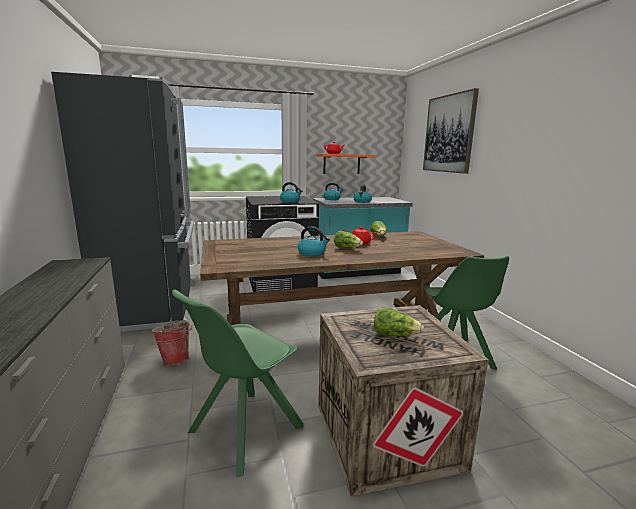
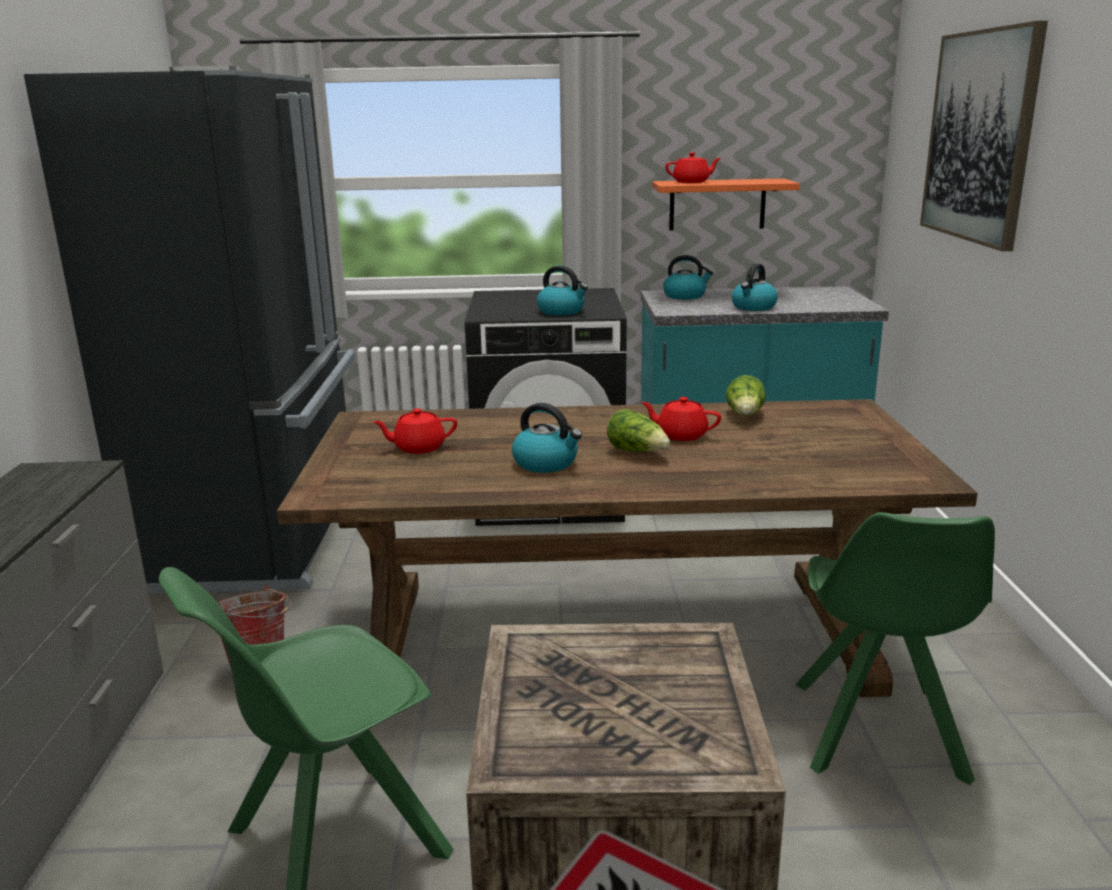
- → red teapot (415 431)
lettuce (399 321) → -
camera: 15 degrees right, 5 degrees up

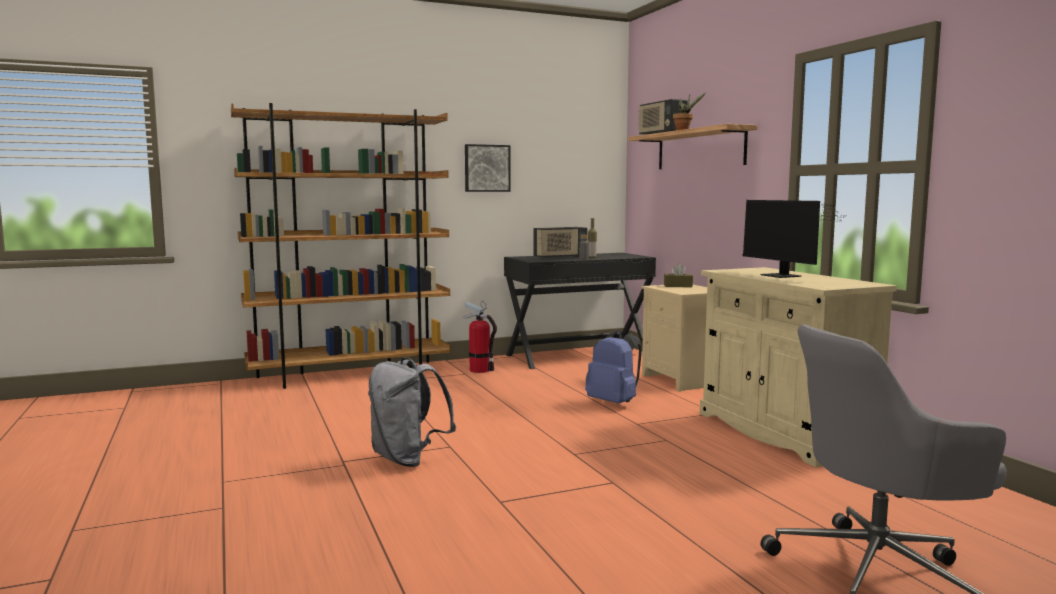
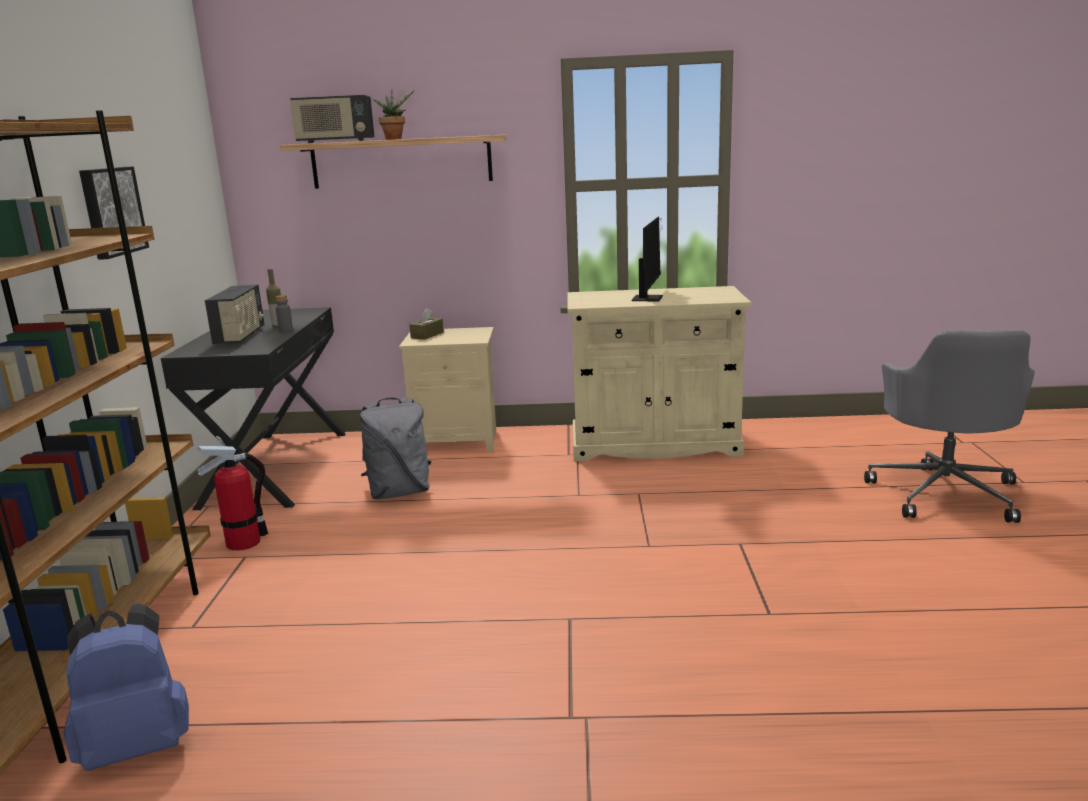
blue backpack (613 366) → blue backpack (126 687), relocated
grey backpack (412 412) → grey backpack (395 448), relocated
monitor (794 239) → monitor (647 258), 75 degrees counterclockwise
camera: 65 degrees left, 10 degrees up

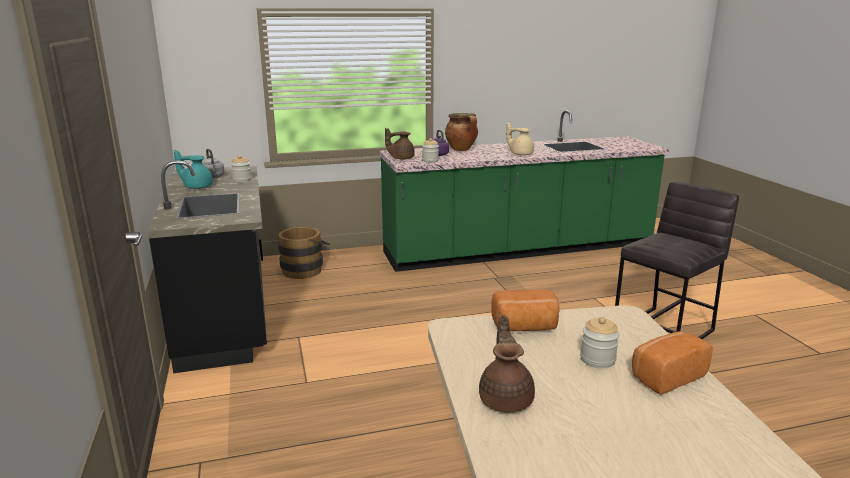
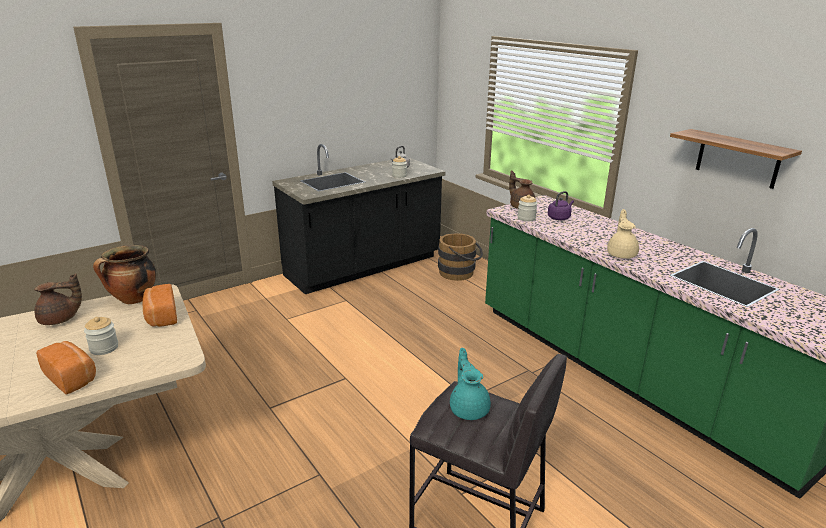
cooking pot (461 132) → cooking pot (124 274), relocated
turquoise teapot (193 169) → turquoise teapot (470 384), relocated
- → shelf (736 159)
camera: 70 degrees right, 5 degrees up

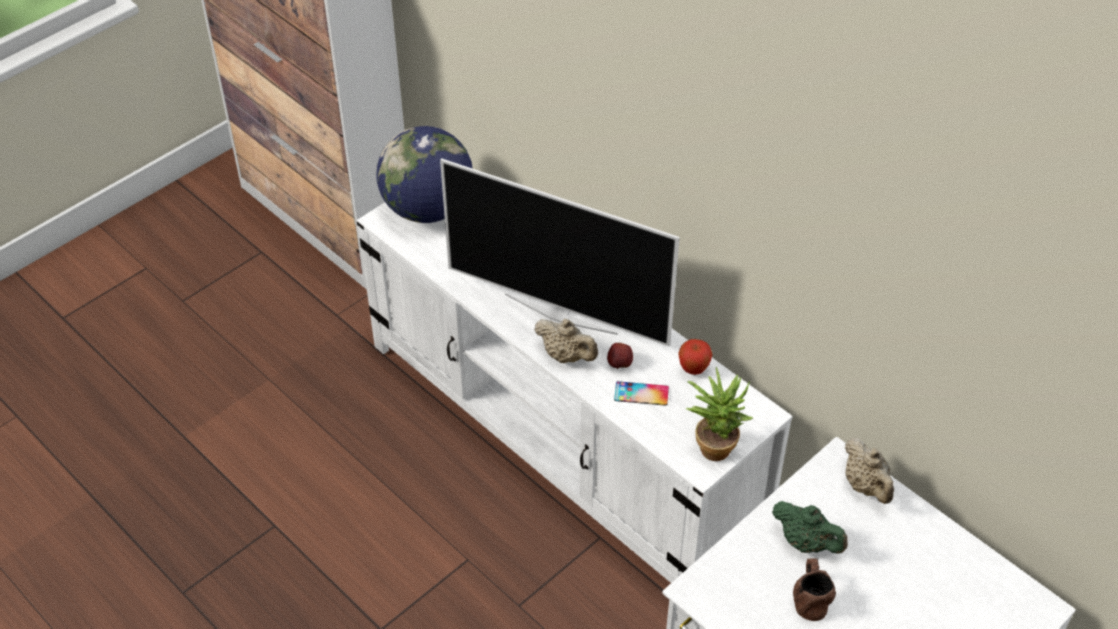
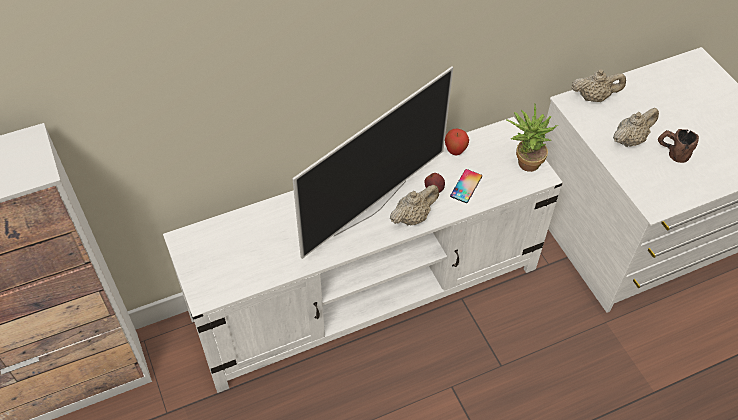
green teapot (810 527) → beige teapot (636 127)
globe (425 174) → -
camera: 70 degrees left, 5 degrees up

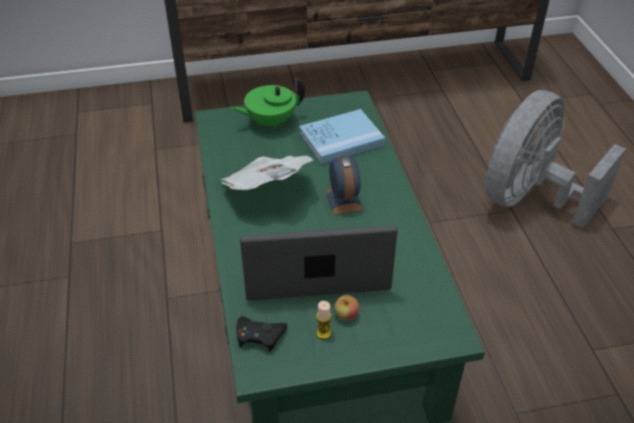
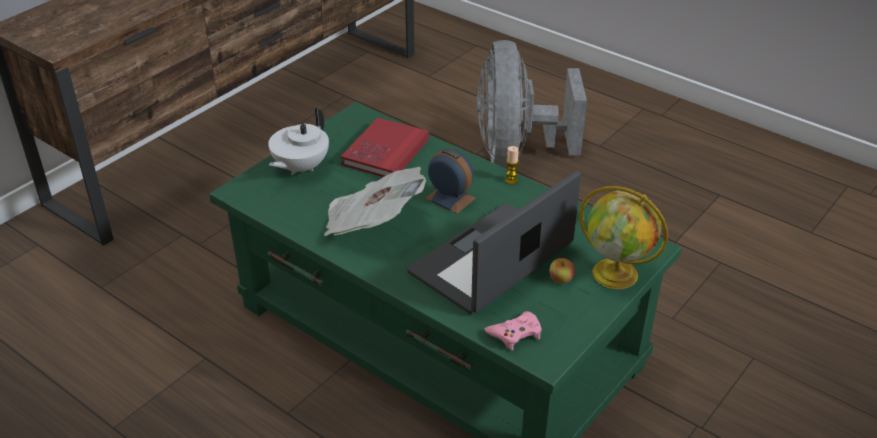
green teapot (268 103) → white teapot (298 142)
blue book (342 136) → red book (385 147)
black game controller (262 334) → pink game controller (513 331)
candle (324 320) → candle (512 165), relocated
- → globe (623 237)
camera: 40 degrees left, 5 degrees down

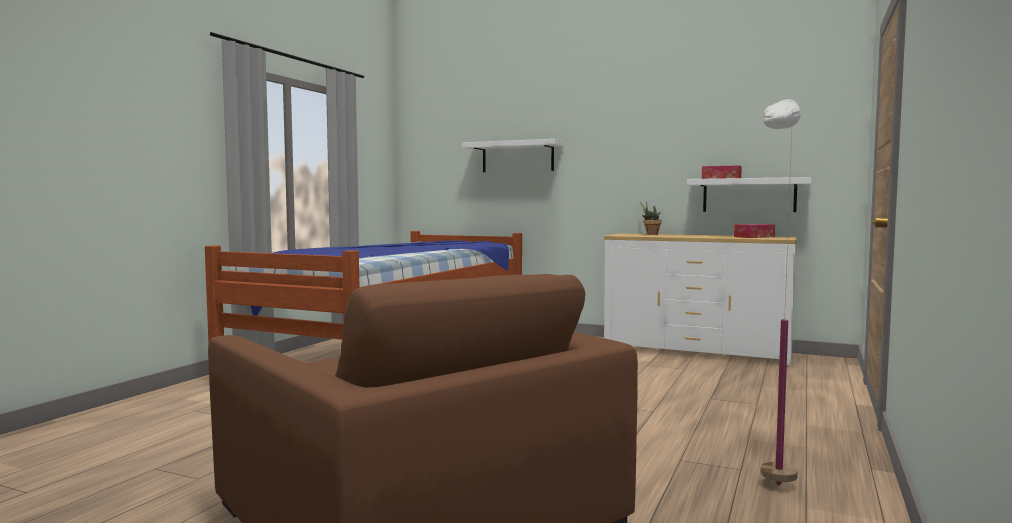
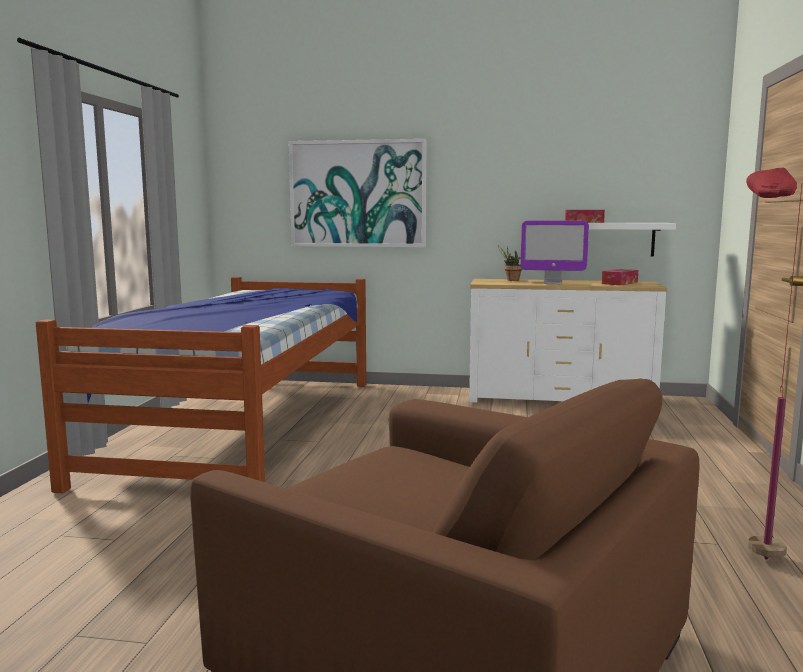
white shelf (513 155) → picture (357 193)
- → monitor (554 252)
white floor lamp (781 292) → red floor lamp (774 364)
camera: 15 degrees left, 5 degrees up

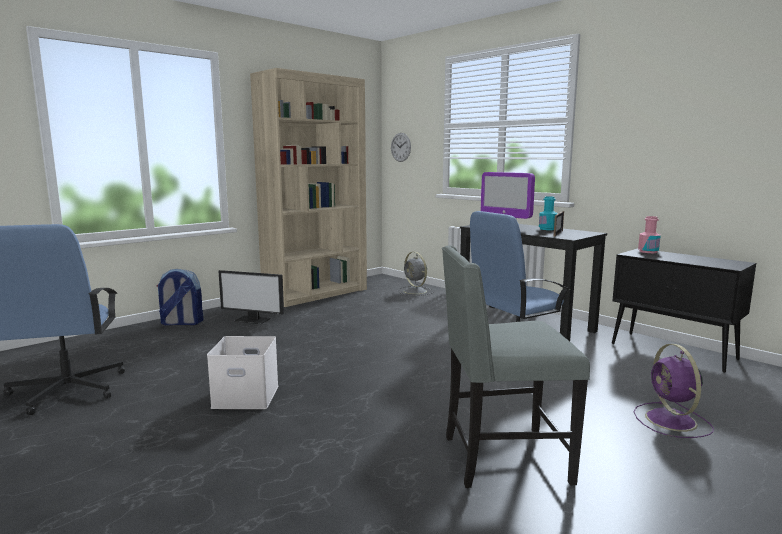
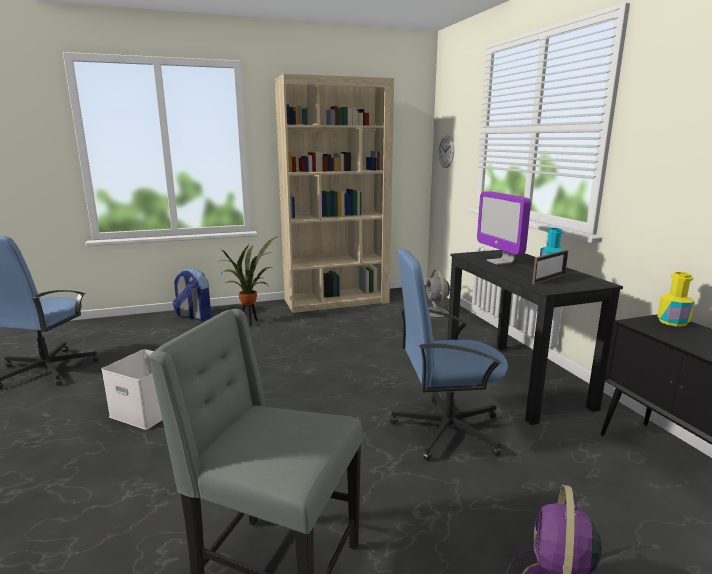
monitor (251 297) → potted plant (249 281)
pink bottle (649 234) → yellow bottle (676 299)
camera: 25 degrees right, 5 degrees up

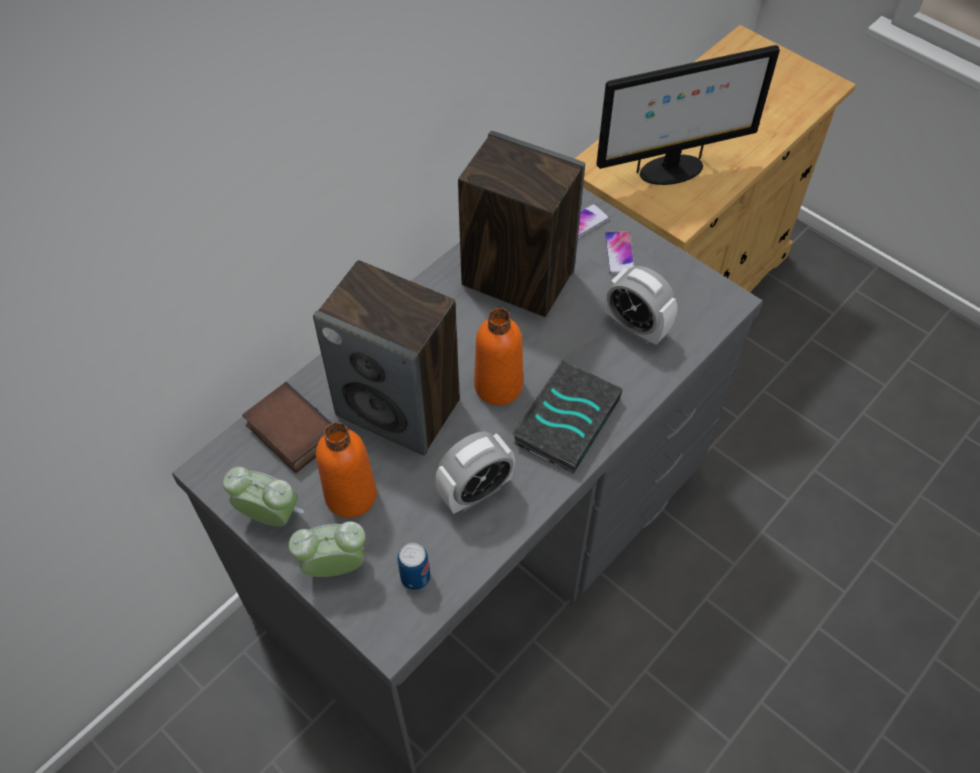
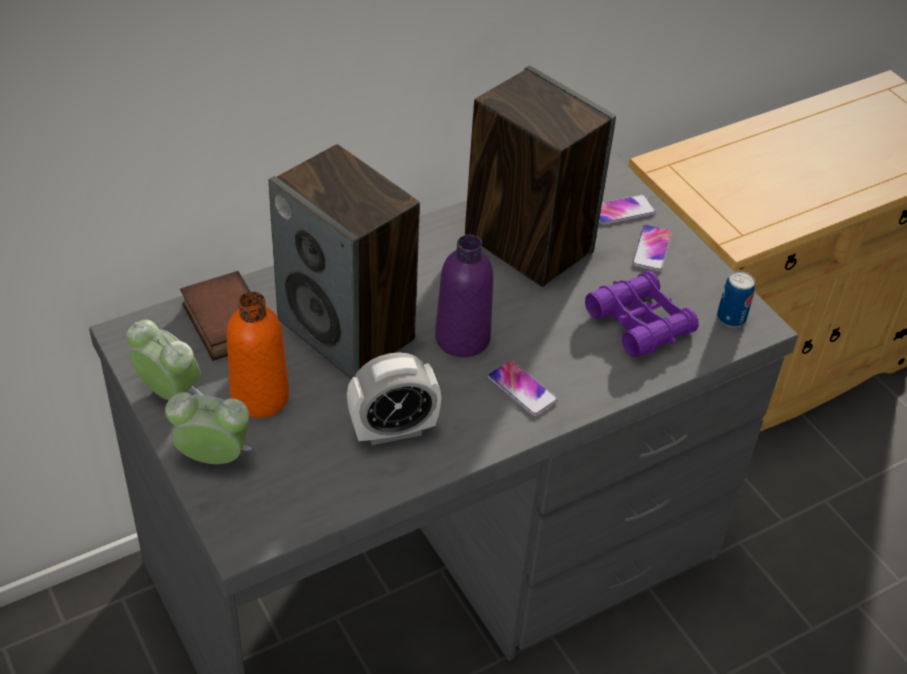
orange bottle (498 356) → purple bottle (464 296)
book (567 416) → phone (523 388)
alarm clock (641 305) → purple binoculars (641 314)
can (414 566) → can (736 299), relocated
monitor (688 115) → -
camera: 15 degrees right, 10 degrees down

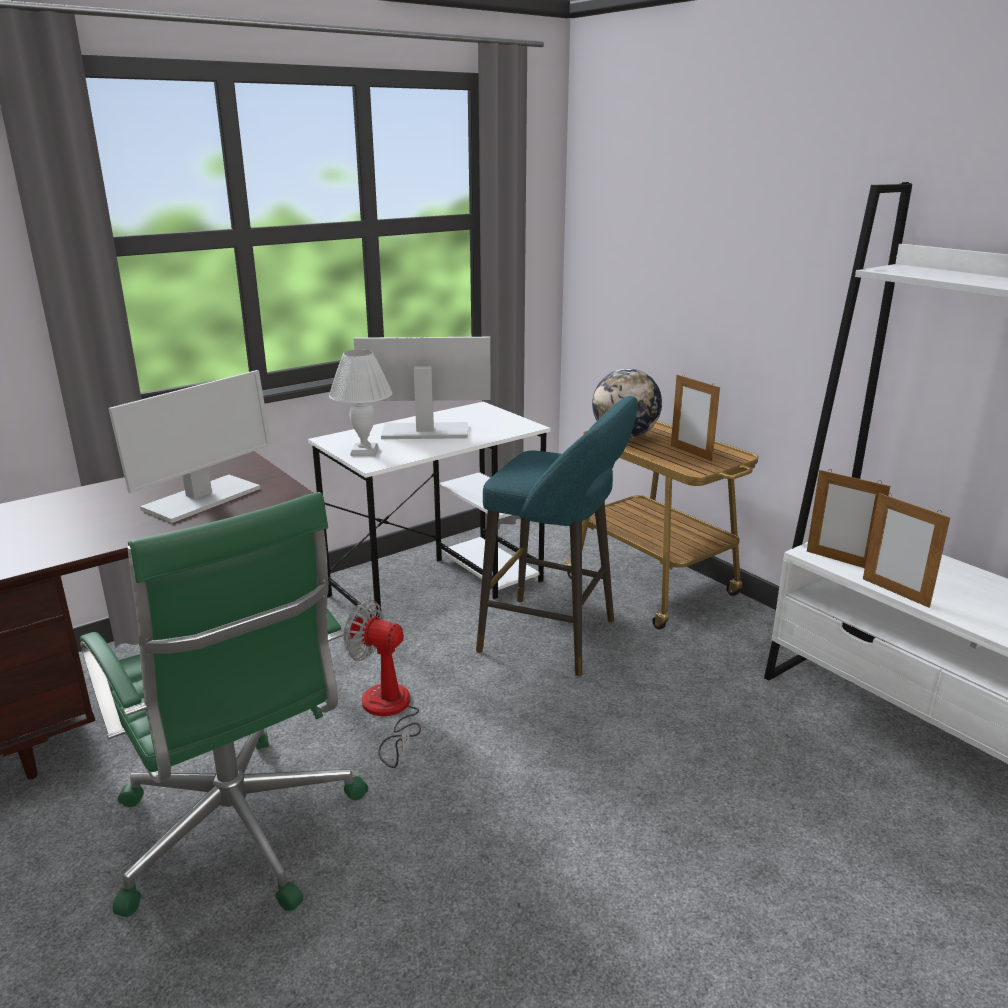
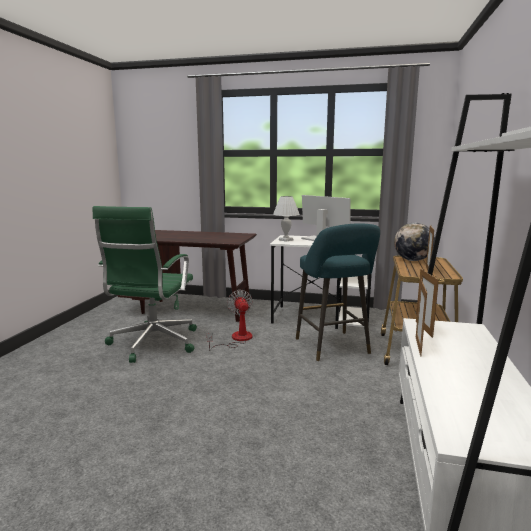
monitor (189 446) → -
camera: 50 degrees right, 10 degrees down

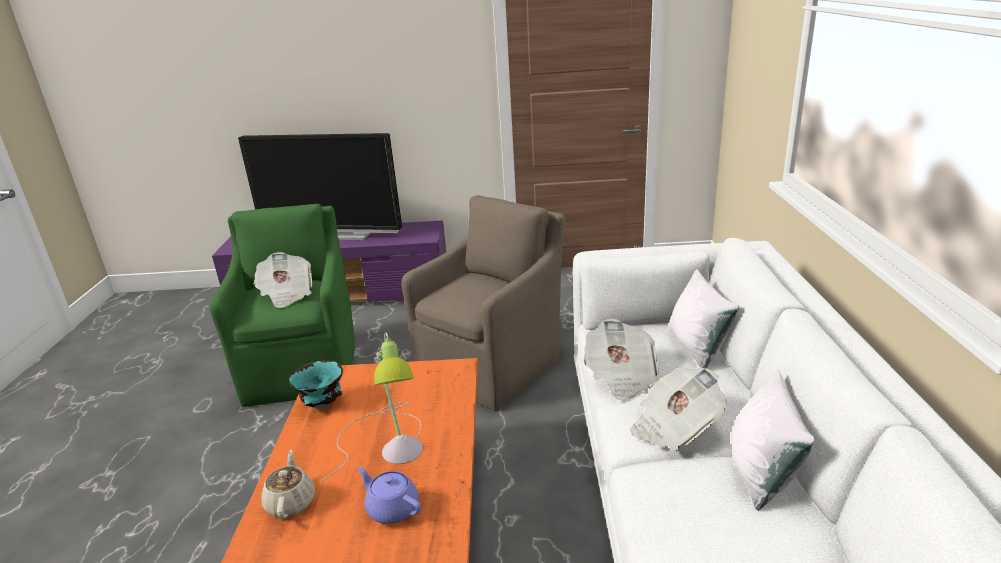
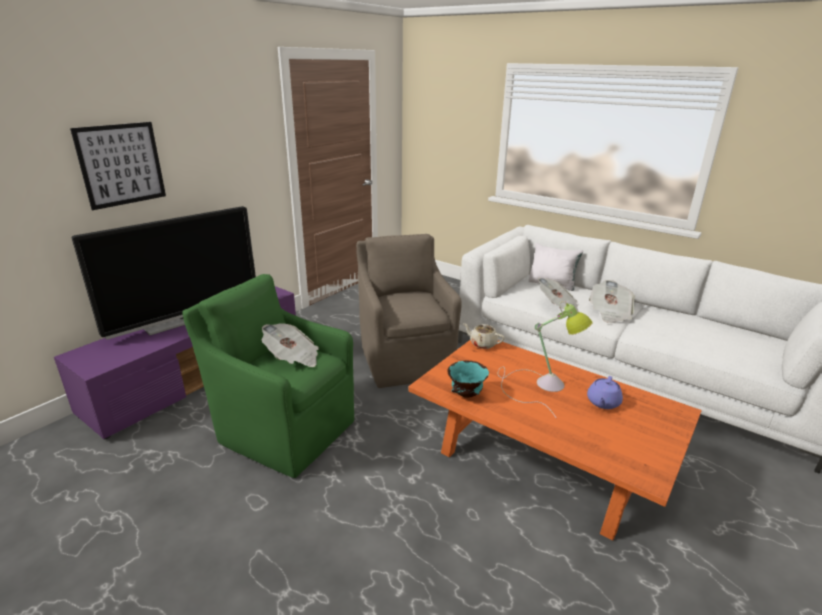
- → picture (118 166)
beige teapot (288 484) → beige teapot (484 336), relocated
purple teapot (389 495) → purple teapot (605 392), 45 degrees counterclockwise
white pillow (773 440) → -
camera: 55 degrees left, 0 degrees up

